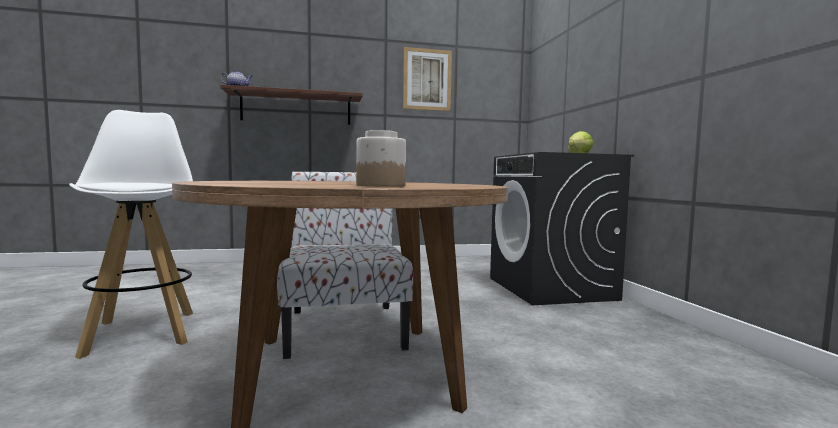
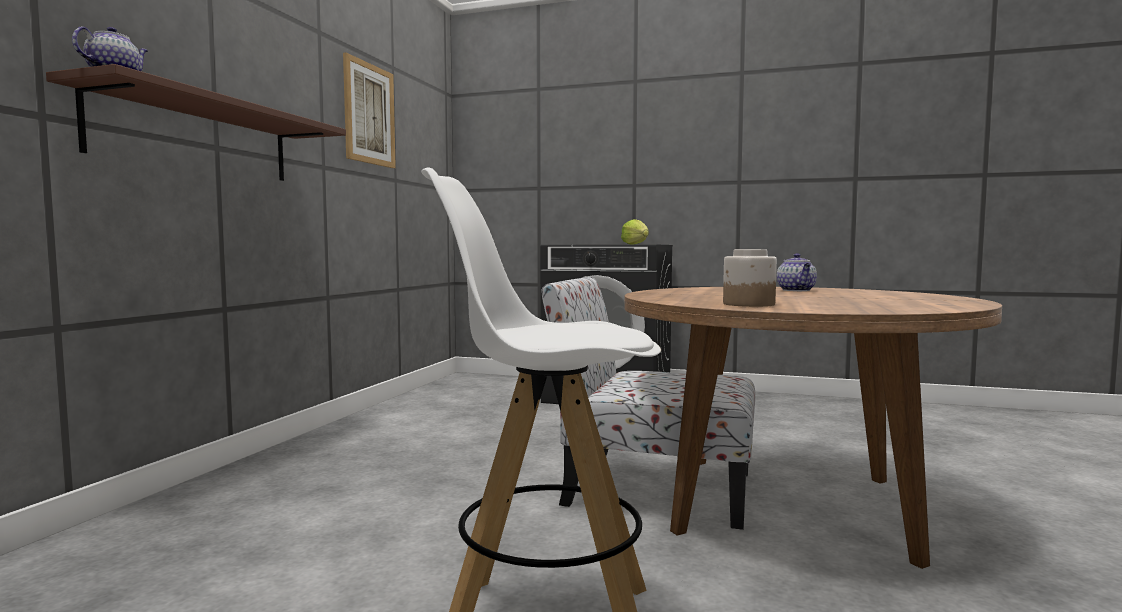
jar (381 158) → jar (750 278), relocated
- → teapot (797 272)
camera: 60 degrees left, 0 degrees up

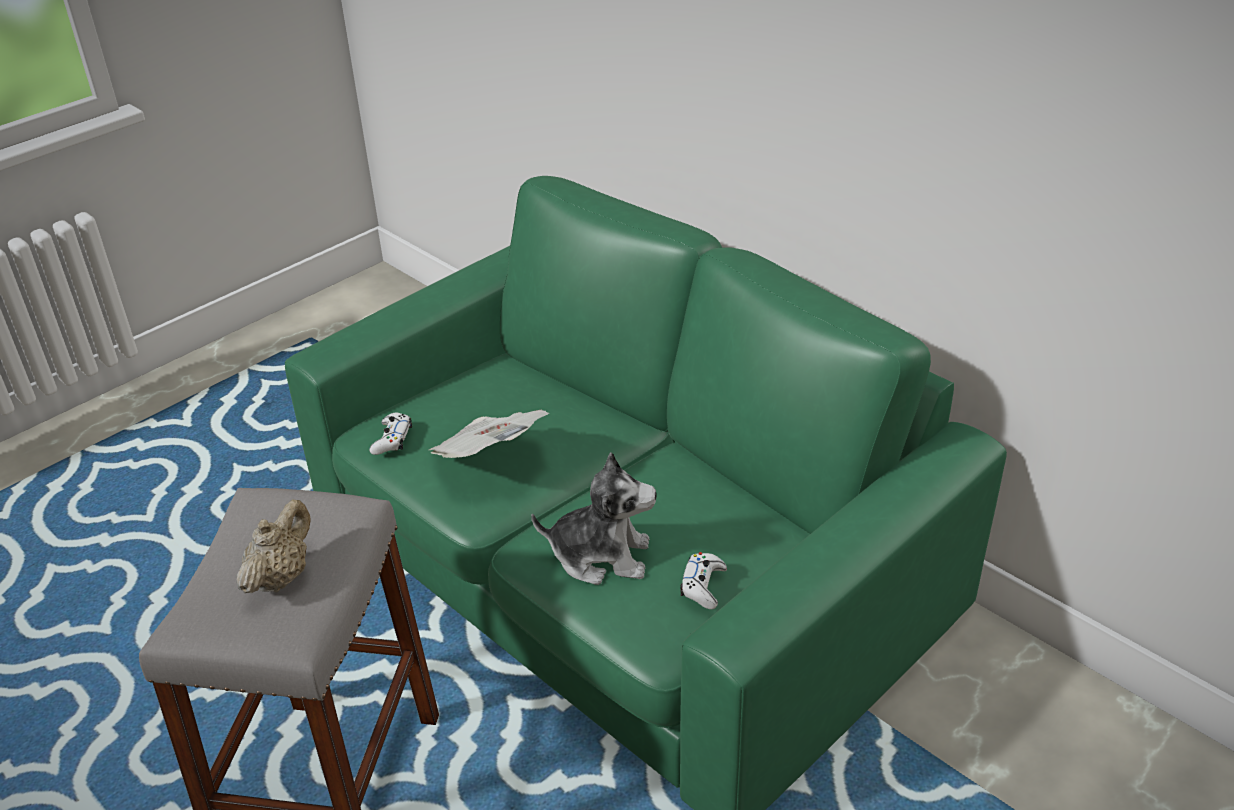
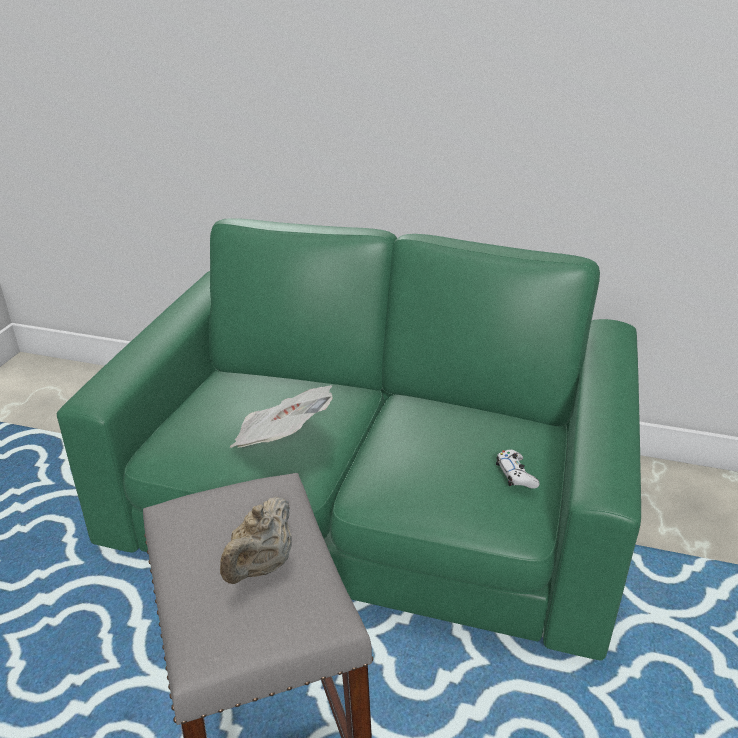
beige teapot (273 546) → beige teapot (256 540), 150 degrees counterclockwise
white game controller (390 433) → -
plush toy (594 518) → -
camera: 30 degrees left, 5 degrees down

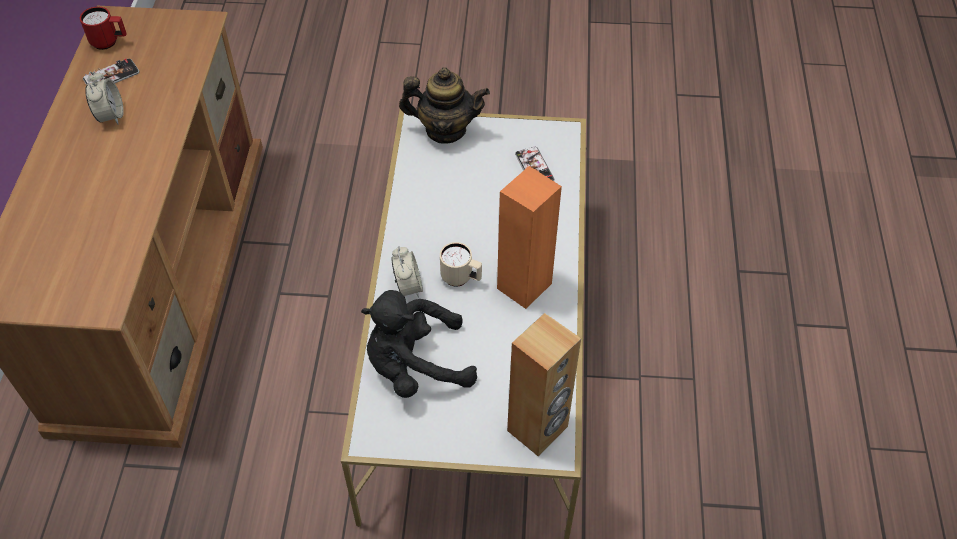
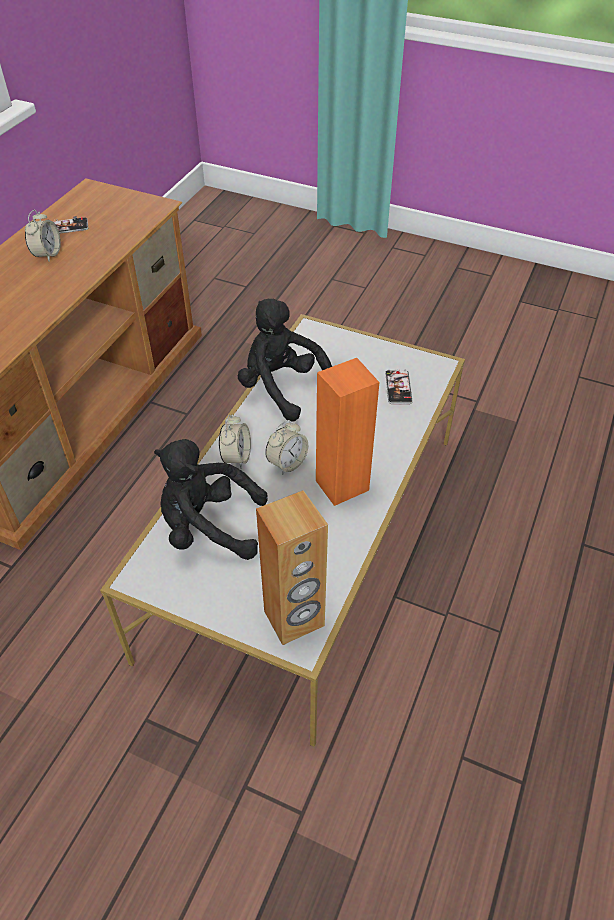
- → black plush toy (285 360)
beige mug (461 264) → alarm clock (286 447)
red mug (103 28) → -
teapot (444 105) → -
camera: 20 degrees right, 5 degrees down

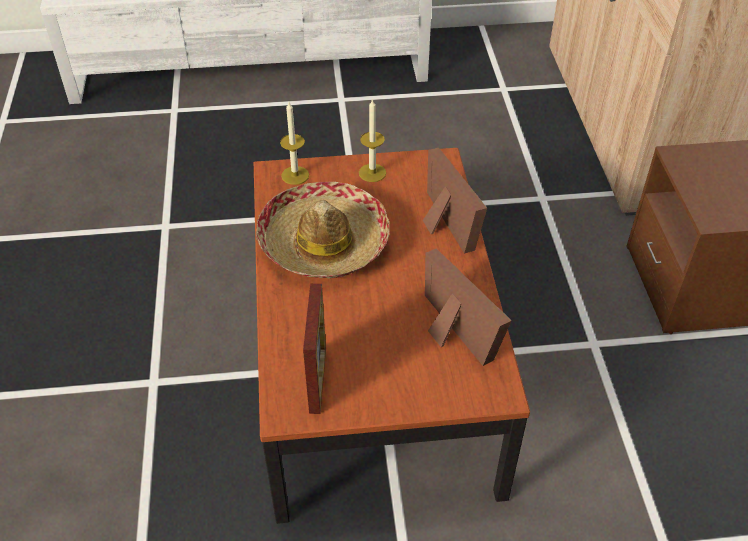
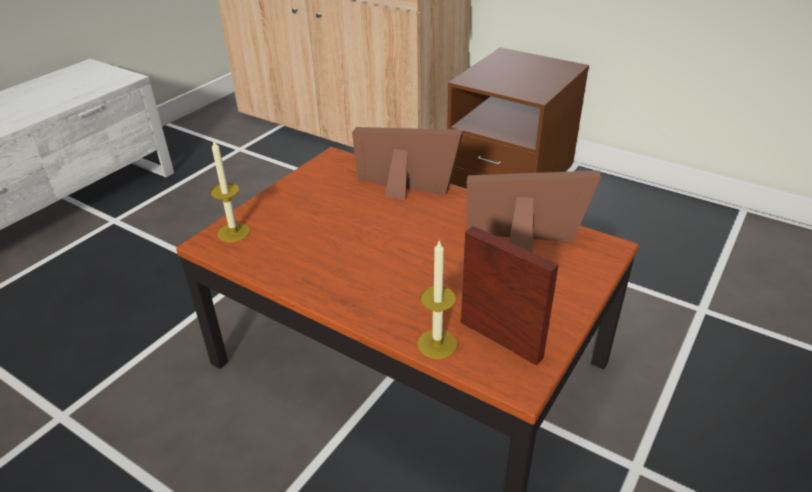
candle (372 140) → candle (437 299), relocated
hat (323 230) → -
camera: 50 degrees left, 10 degrees down

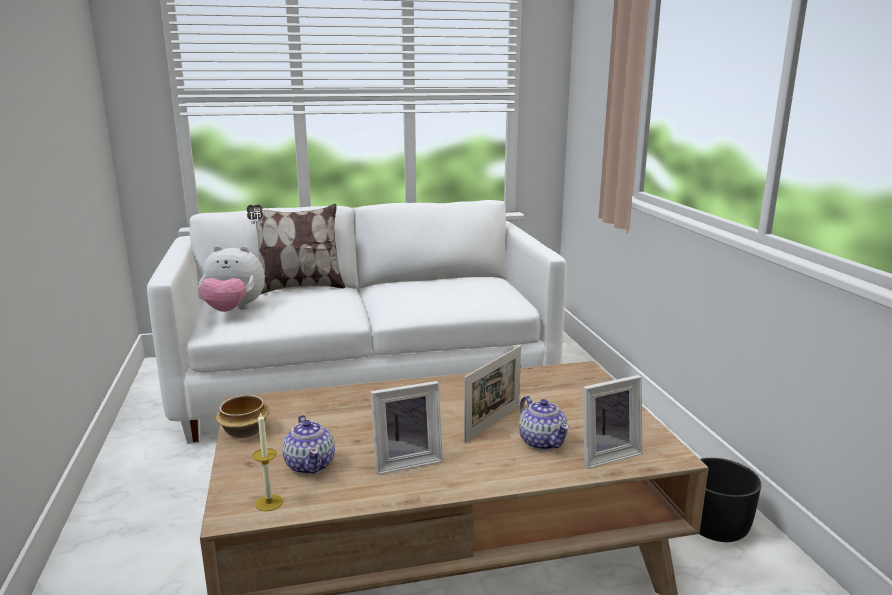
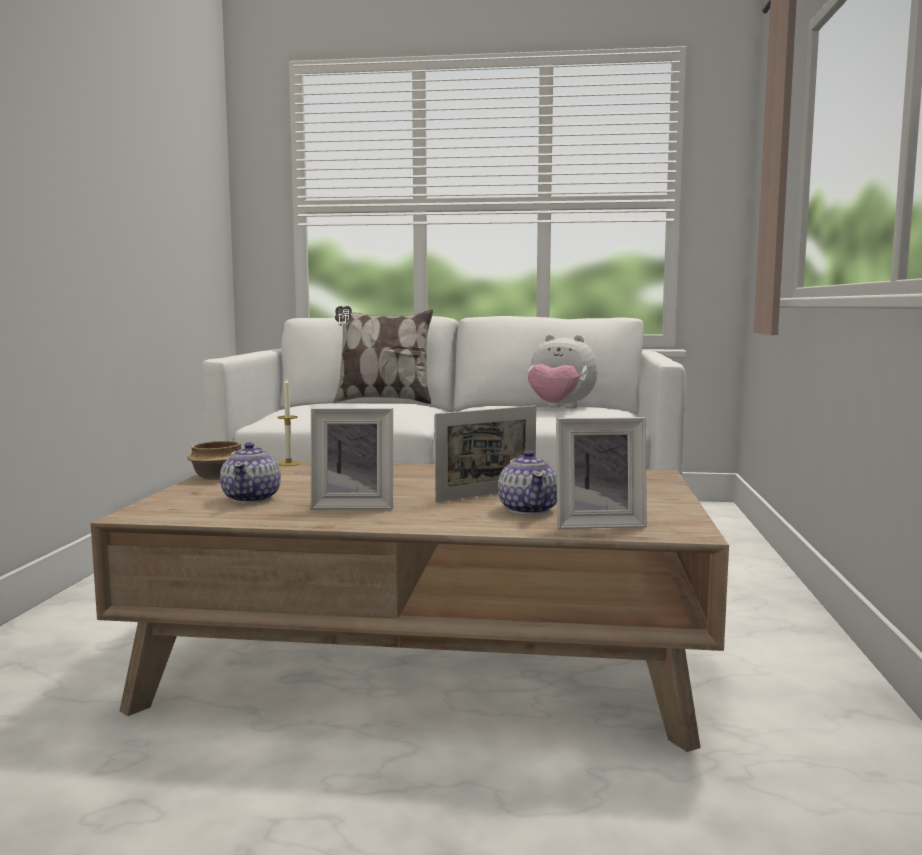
candle (267 461) → candle (289 422), relocated
plush toy (232 279) → plush toy (563 371), relocated
black planter (730 500) → -
camera: 20 degrees right, 10 degrees down

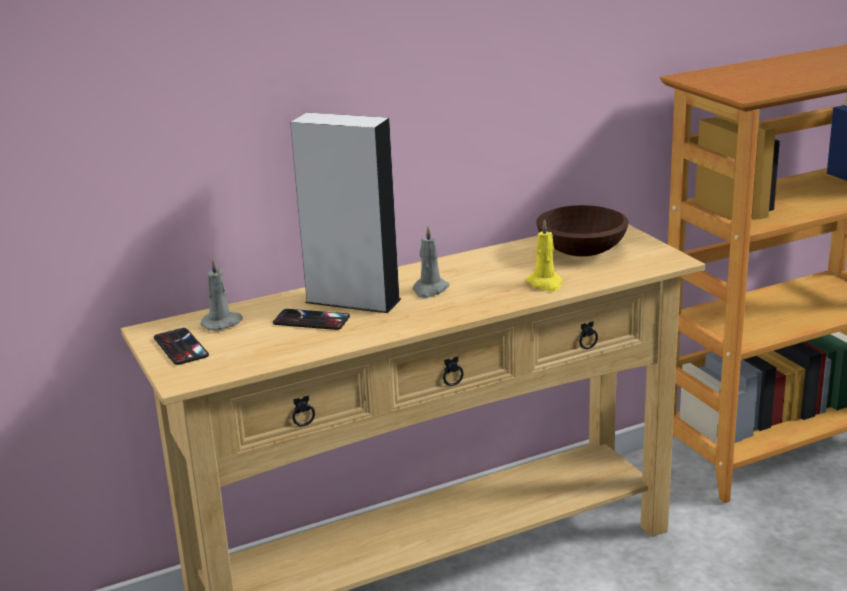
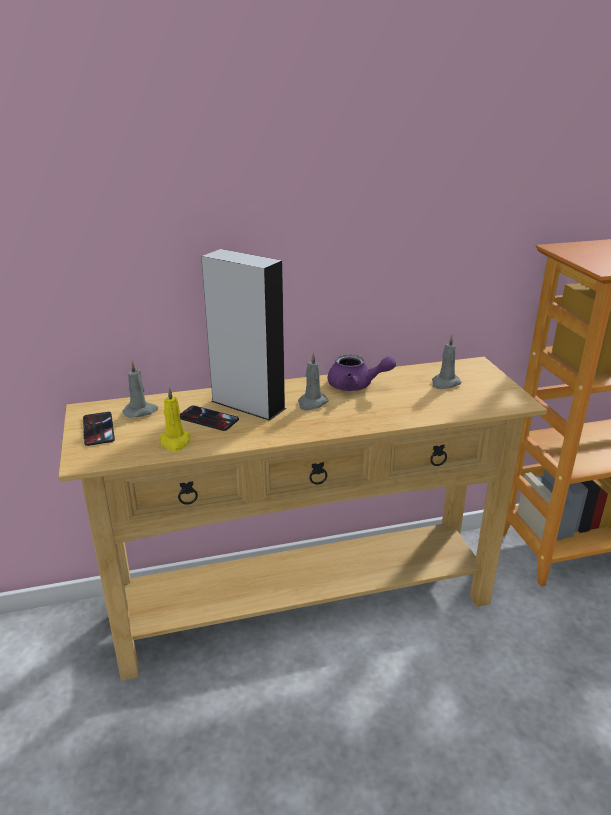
yellow candle (544 255) → yellow candle (174 419), relocated
- → purple teapot (361 372)
brown bowl (582 231) → grey candle (447 362)
camera: 10 degrees right, 5 degrees up

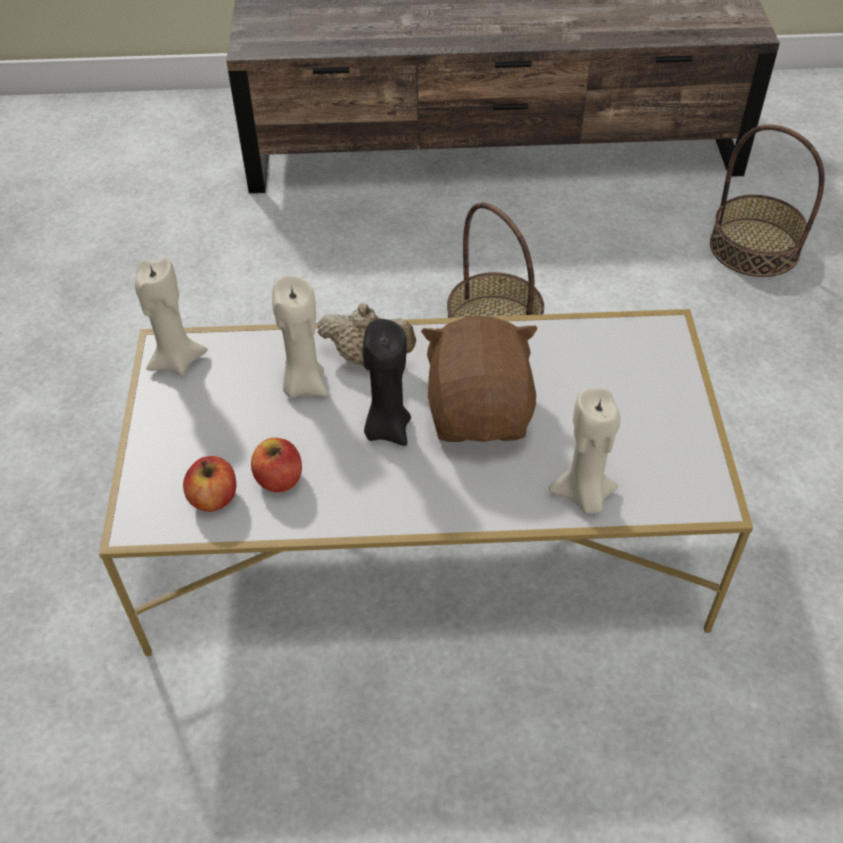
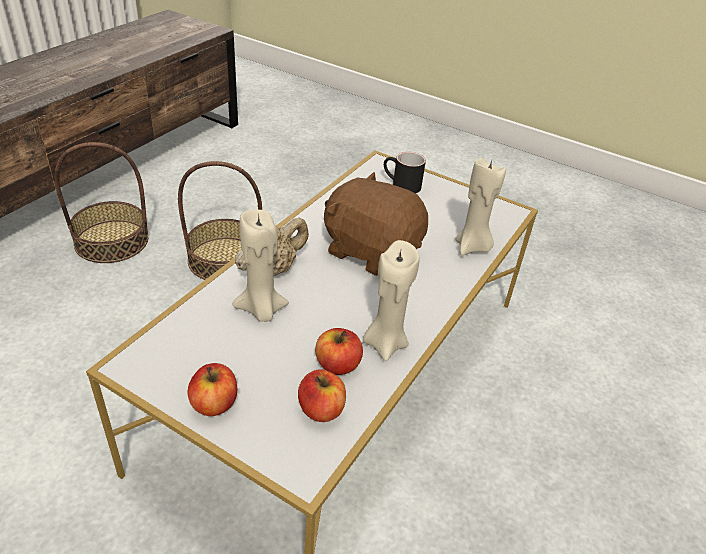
basket (767 200) → basket (101 202), relocated
- → apple (212 389)
beige candle (171 317) → beige candle (391 300), relocated
- → black mug (405 173)
black candle (386 382) → -
camera: 60 degrees left, 10 degrees down

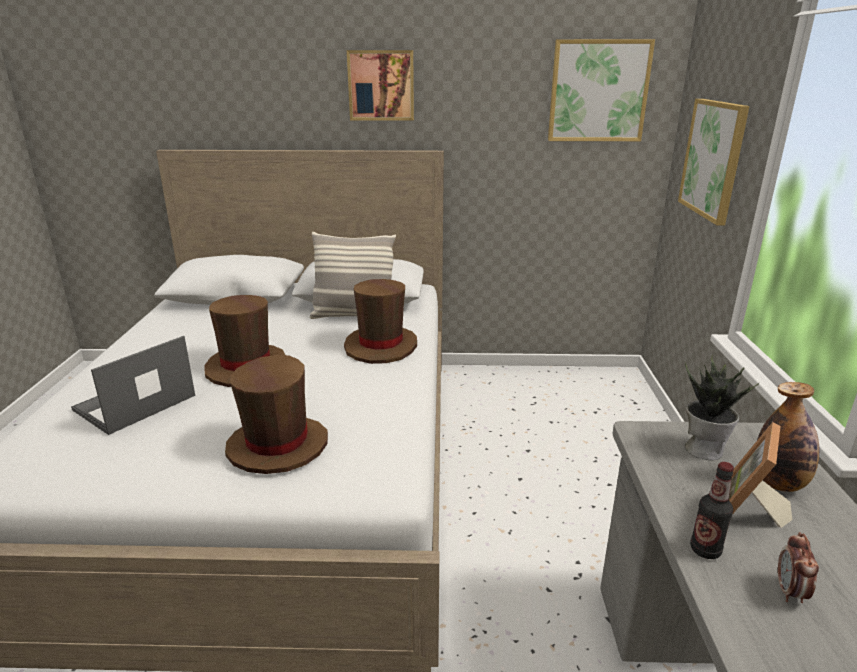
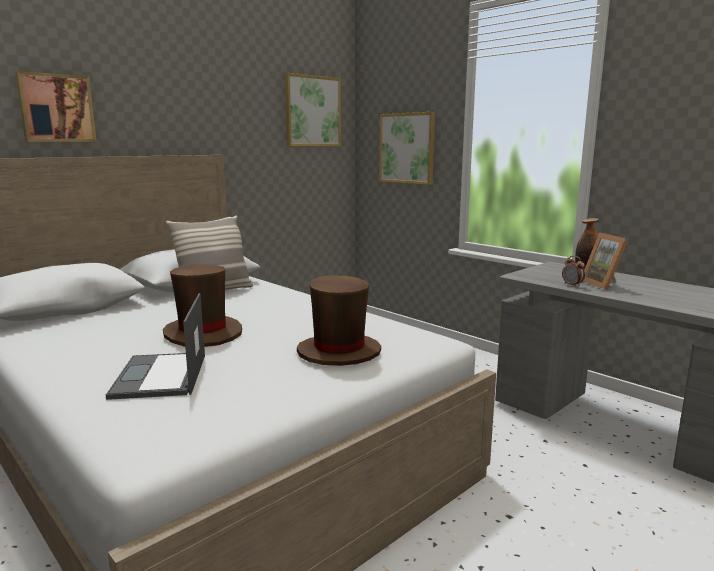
picture (380 85) → picture (56 106), relocated
alarm clock (798 567) → alarm clock (573 271), relocated
brown hat (380 321) → -
potted plant (722 407) → -
bottle (712 510) → -
camera: 45 degrees left, 10 degrees down

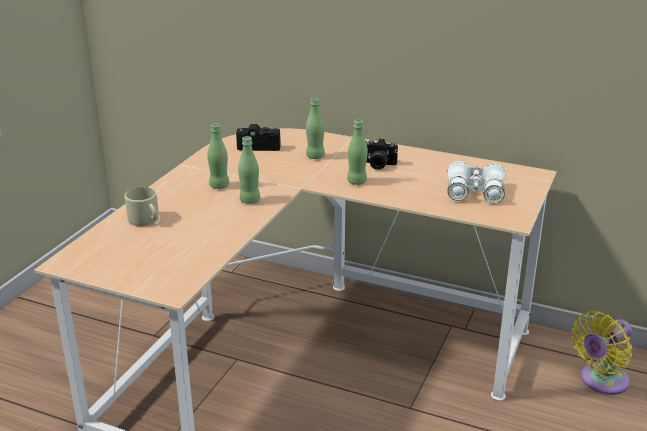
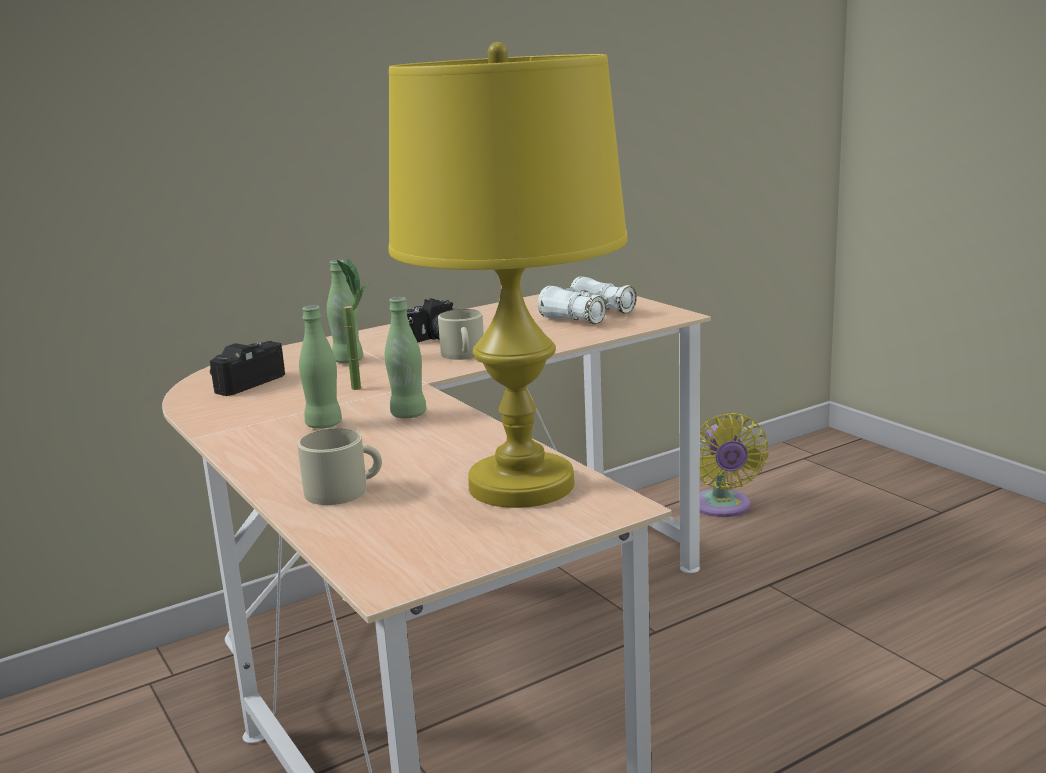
- → potted plant (354 324)
- → yellow table lamp (508 275)
green bottle (357 152) → beige mug (461 334)
camera: 55 degrees left, 10 degrees down

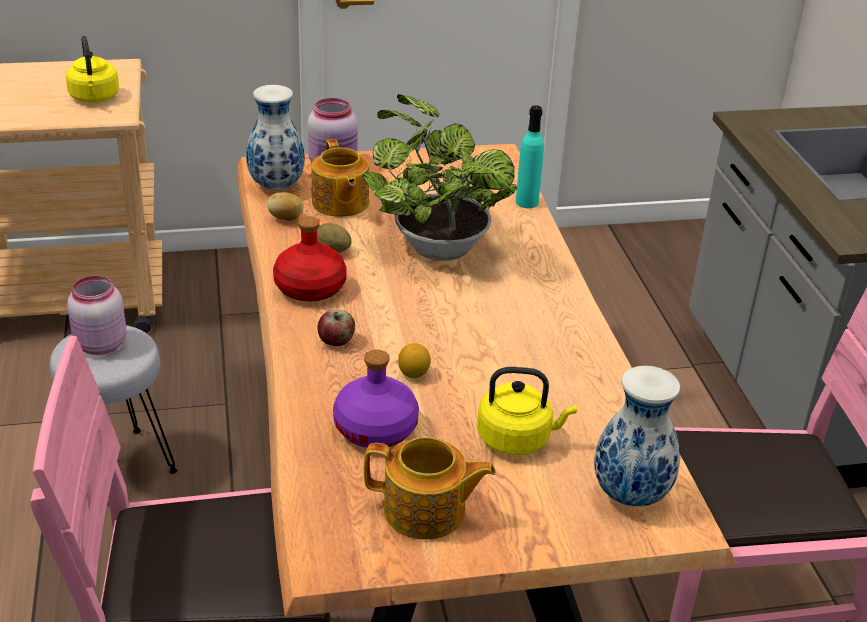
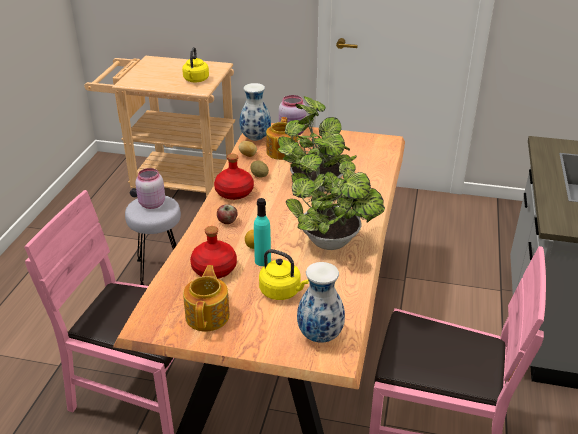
teapot (430 488) → teapot (206 298), 120 degrees counterclockwise
purple bottle (376 399) → red bottle (213 252)
turquoise bottle (530 156) → turquoise bottle (262 232), relocated
- → potted plant (335 202)
camera: 25 degrees right, 0 degrees up

